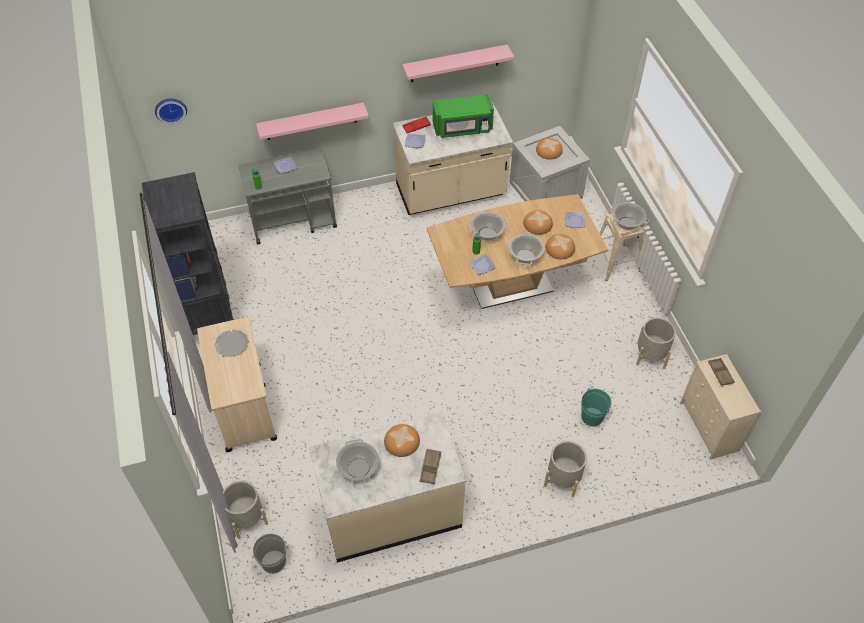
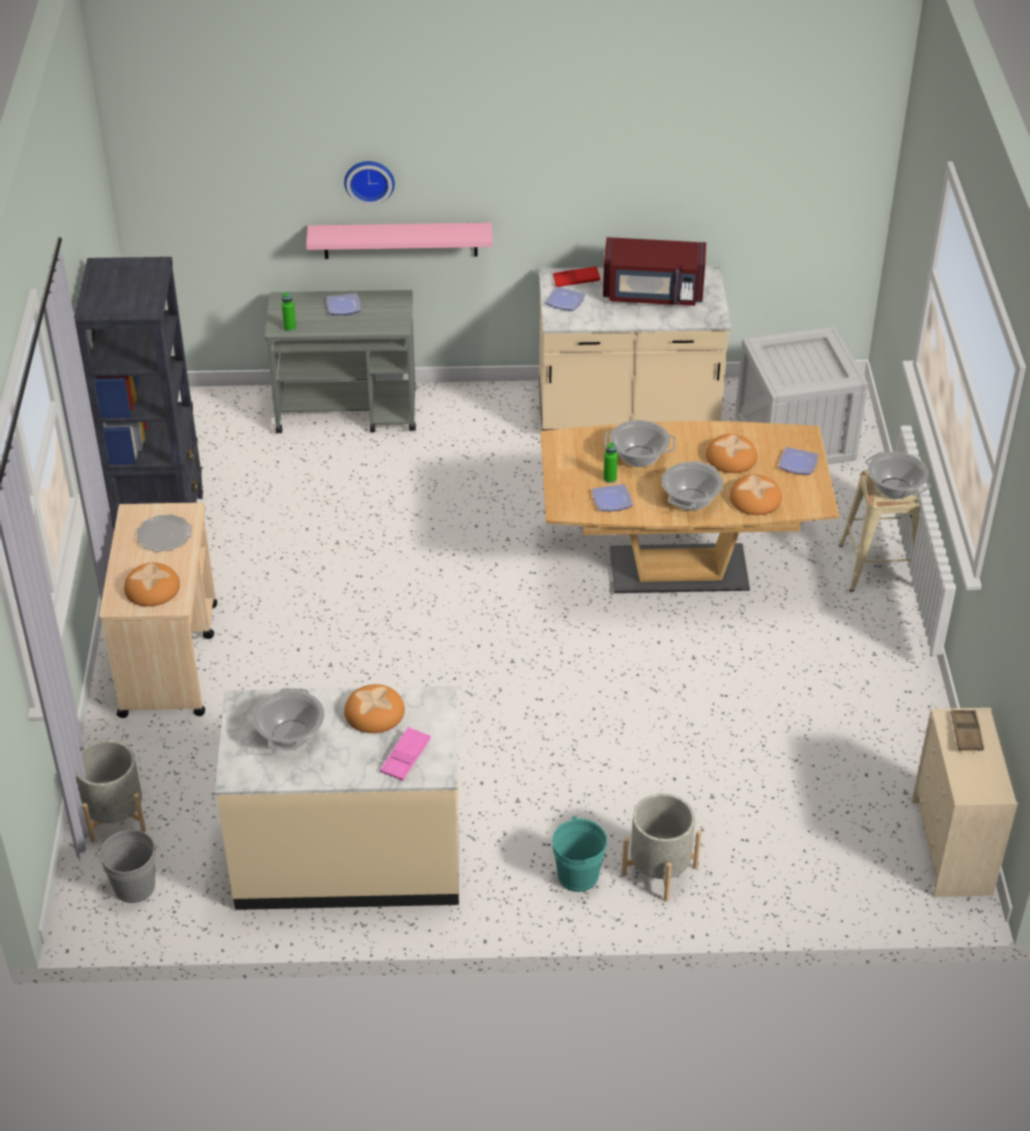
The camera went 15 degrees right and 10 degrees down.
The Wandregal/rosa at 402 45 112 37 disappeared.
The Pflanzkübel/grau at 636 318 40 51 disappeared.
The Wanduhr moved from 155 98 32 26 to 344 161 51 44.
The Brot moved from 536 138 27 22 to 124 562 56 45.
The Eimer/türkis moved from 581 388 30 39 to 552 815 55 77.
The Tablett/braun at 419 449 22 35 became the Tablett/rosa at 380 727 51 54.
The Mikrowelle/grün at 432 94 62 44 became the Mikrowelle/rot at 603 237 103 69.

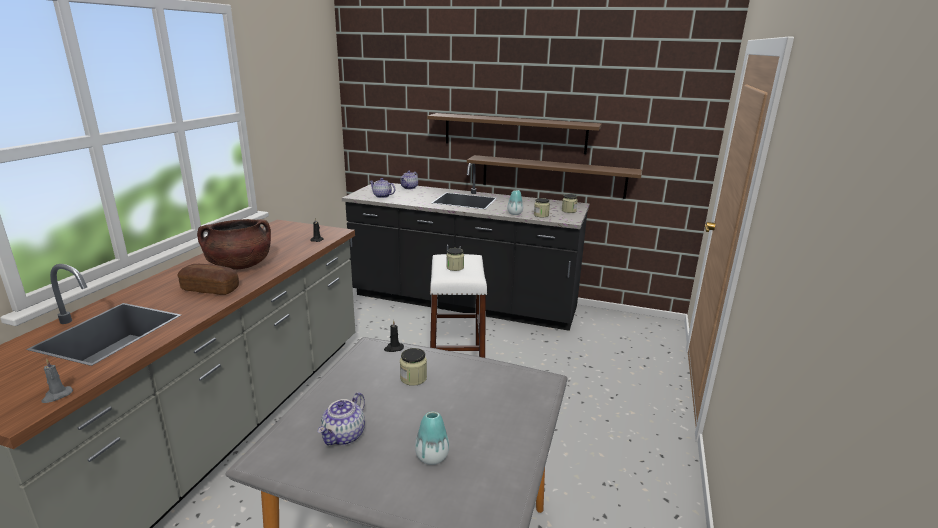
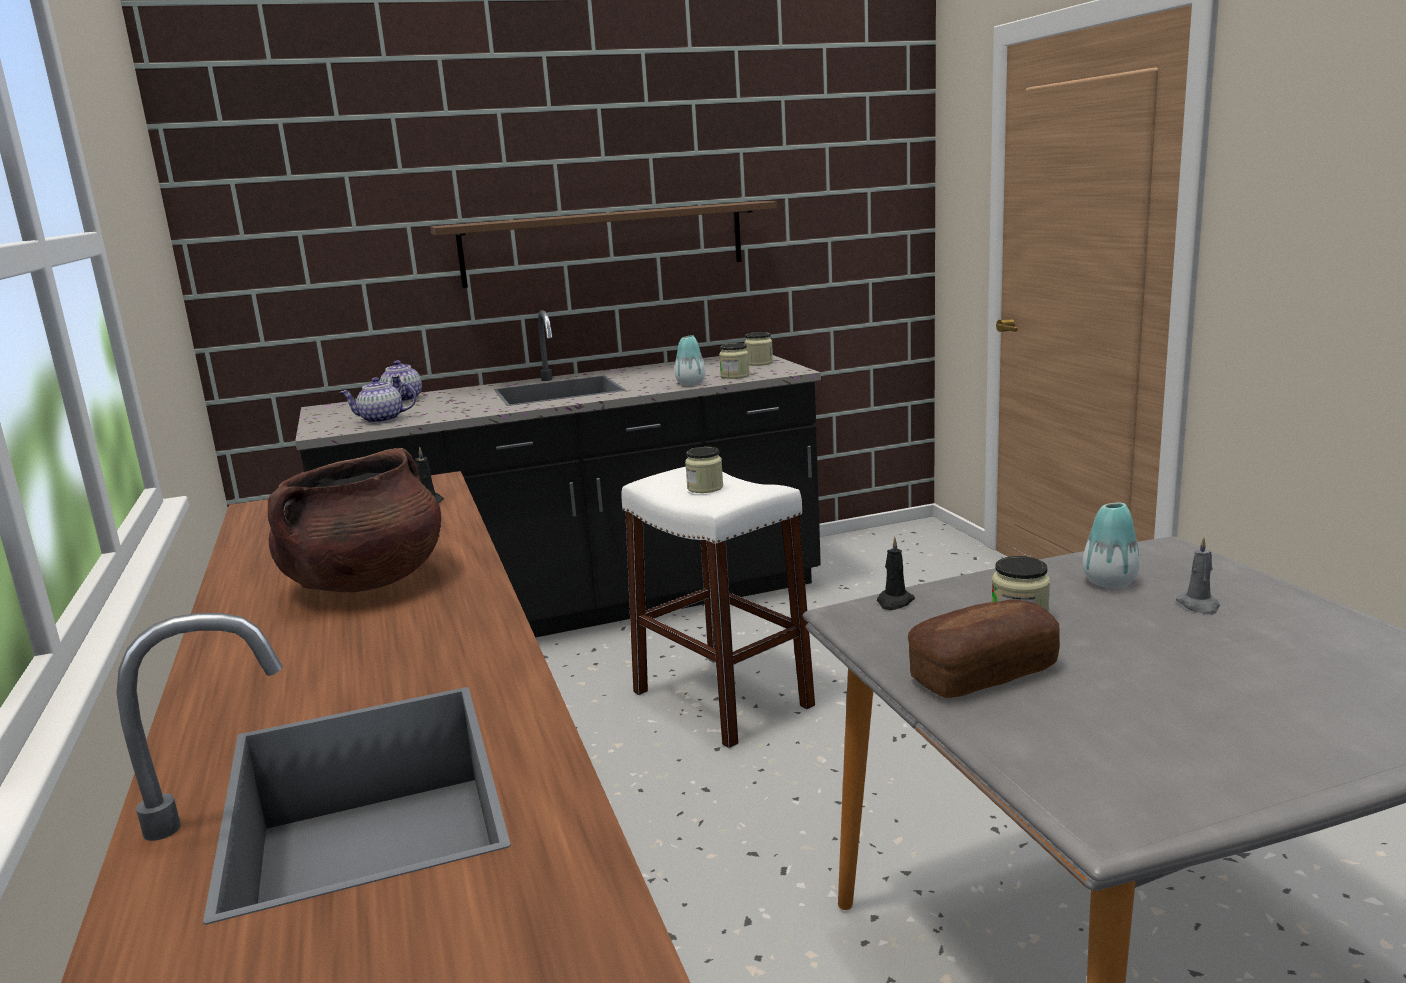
The camera went 35 degrees left and 5 degrees down.
The Teekanne at 318 392 47 53 disappeared.
The Wandregal/braun at 467 155 175 44 disappeared.
The Kerze/grau moved from 41 359 32 44 to 1176 537 44 77.
The Brot moved from 177 264 62 31 to 908 599 152 99.
The Vase moved from 415 412 34 53 to 1083 502 57 86.

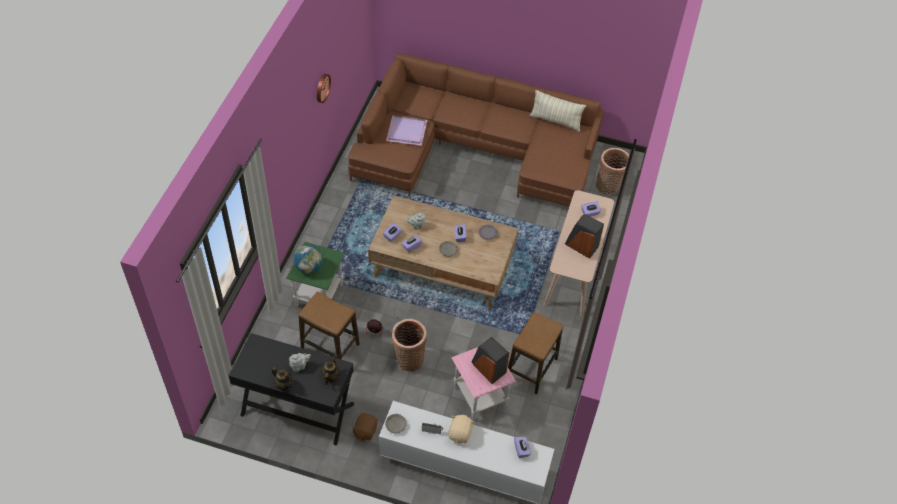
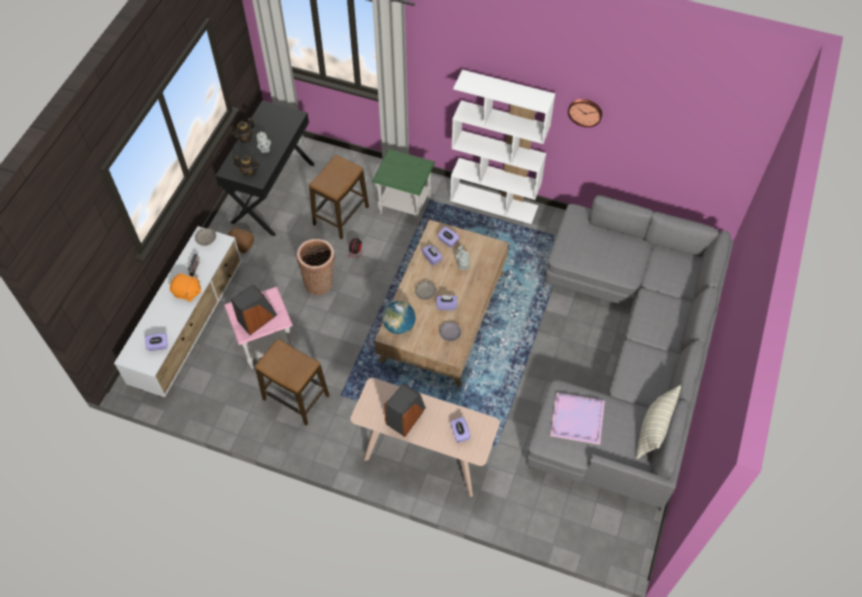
The camera went 95 degrees right and 5 degrees up.
The Korb at 596 148 33 47 disappeared.
The Bücherregal/weiß at 450 70 105 154 appeared.
The Globus moved from 293 245 29 29 to 382 301 34 33.
The Tablett/lila moved from 386 115 42 31 to 550 392 55 53.
The Sofa/braun at 348 53 256 153 became the Sofa/grau at 526 195 208 317.
The Plüschtier/beige at 448 415 27 28 became the Plüschtier/orange at 170 273 31 29.

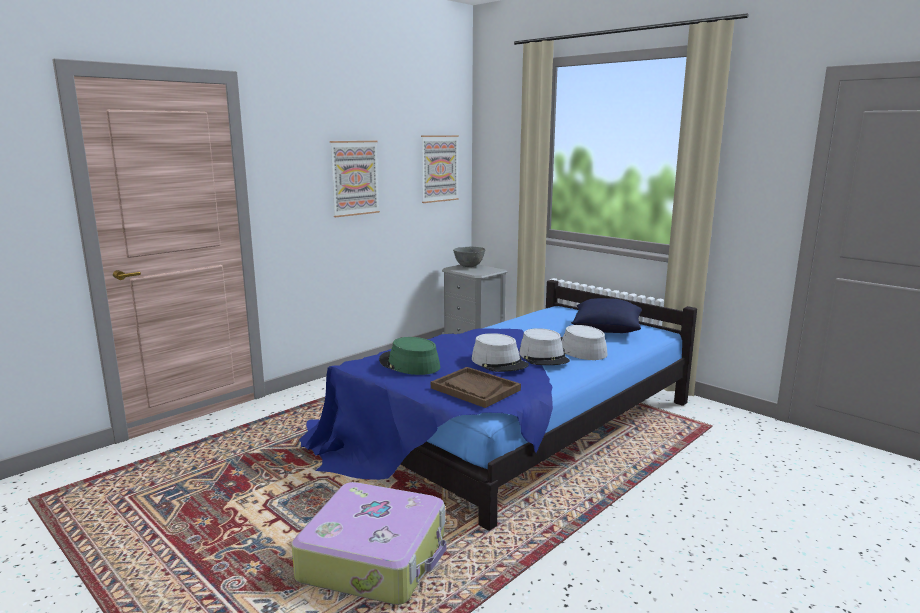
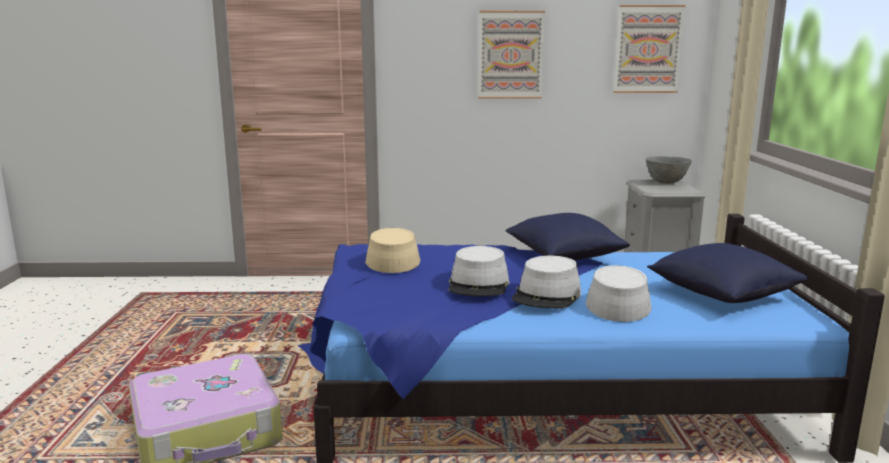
The camera went 45 degrees right and 0 degrees up.
The Tablett/braun at 431 367 90 41 disappeared.
The Kissen/blau at 505 213 125 47 appeared.
The Hut/grün at 379 337 61 38 became the Hut/beige at 365 228 55 45.

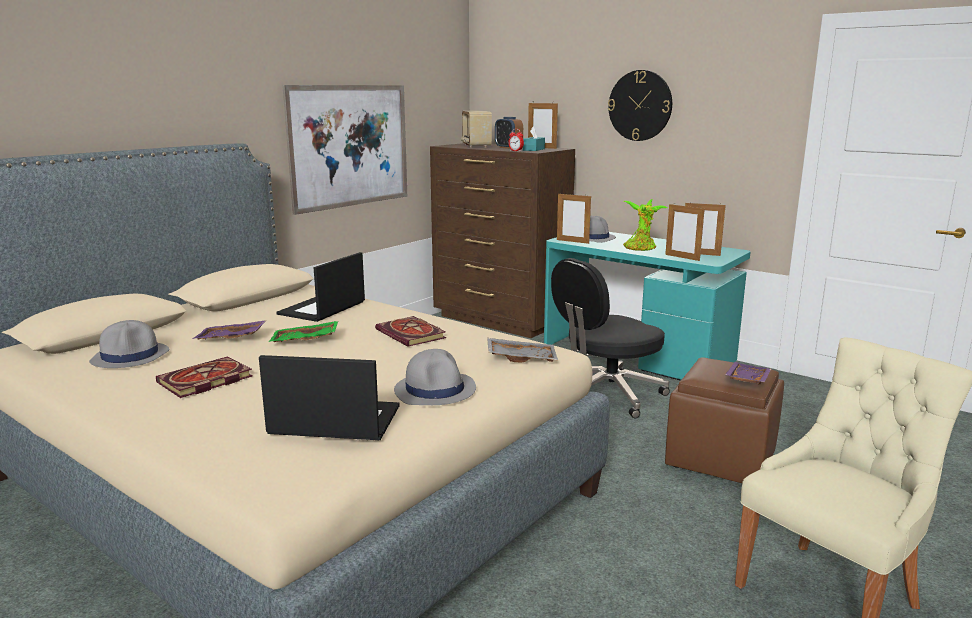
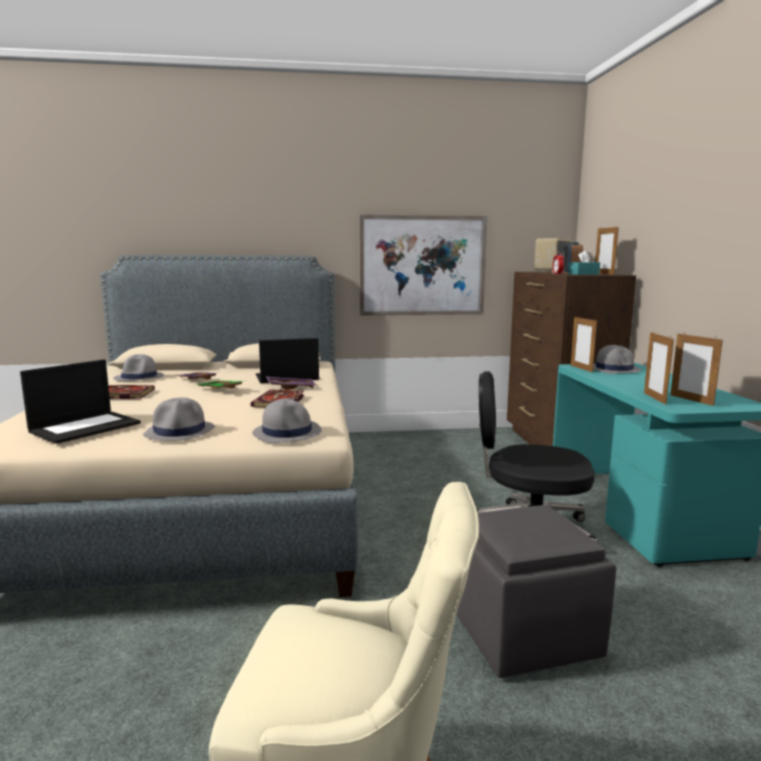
The camera went 45 degrees right and 5 degrees down.
The Wanduhr at 608 70 64 71 disappeared.
The Topfpflanze at 623 199 44 52 disappeared.
The Tablett/lila moved from 725 362 46 23 to 266 376 51 13.
The Tablett/grau at 487 338 71 24 was replaced by the Hut/grau at 252 398 70 45.
The Polsterhocker/braun at 665 357 119 126 became the Polsterhocker/grau at 456 505 160 173.
The Laptop at 259 355 140 85 turned 75 degrees clockwise.

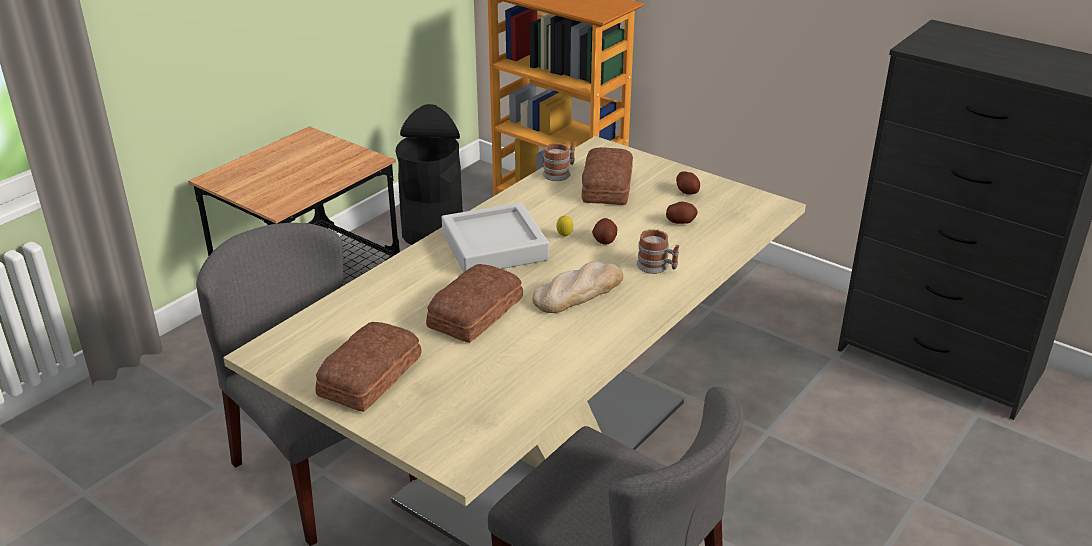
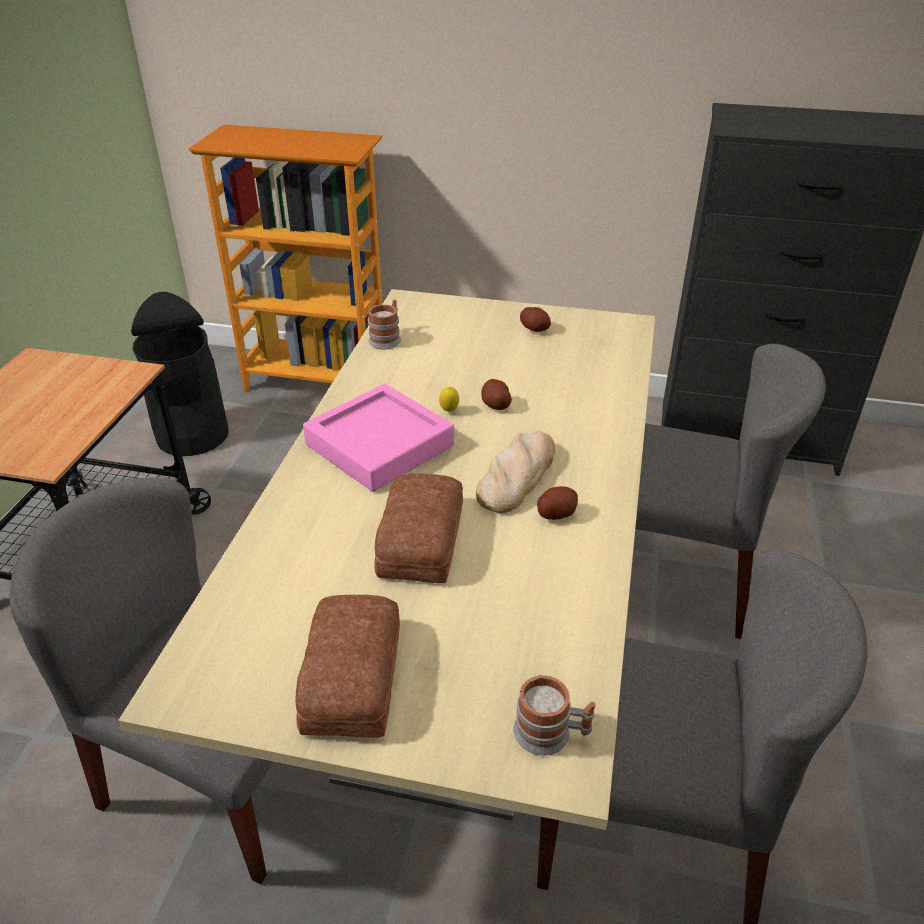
The camera went 25 degrees left and 5 degrees up.
The Brot at 581 147 52 58 disappeared.
The Stuhl/grau at 635 344 191 295 appeared.
The Henkelbecher moved from 636 229 43 45 to 513 675 83 81.
The Kartoffel moved from 666 202 32 22 to 537 486 41 34.
The Tablett/grau at 442 202 107 70 became the Tablett/rosa at 303 383 151 109.

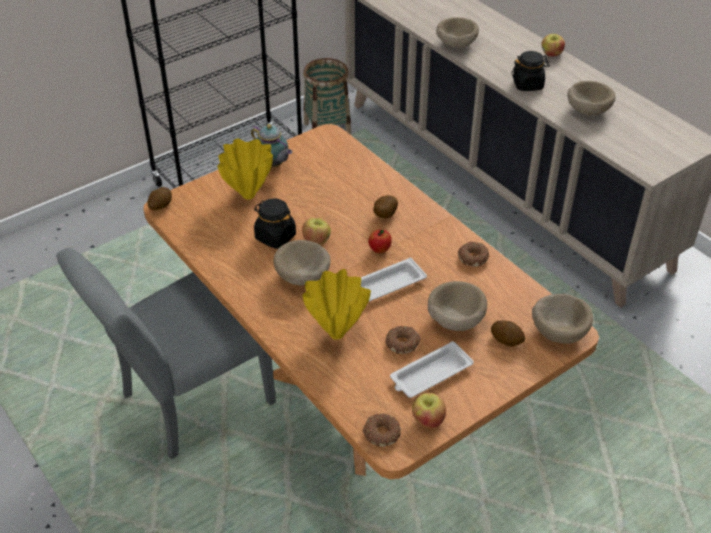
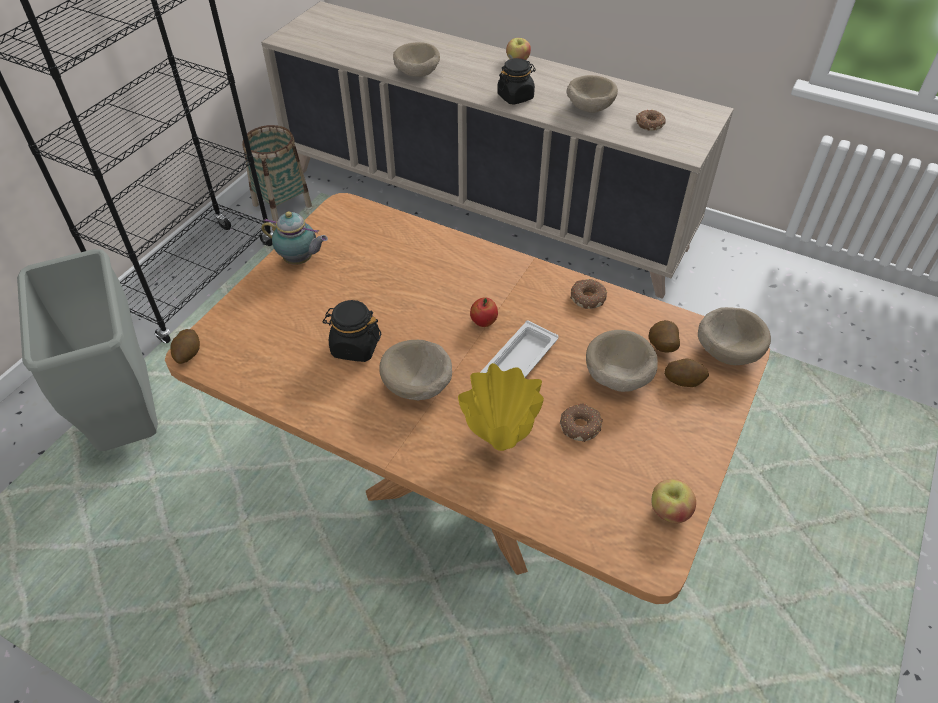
The camera went 25 degrees left and 5 degrees up.
The Stuhl/grau at 56 247 220 212 disappeared.
The Vase/gelb at 218 139 55 61 disappeared.
The Apfel at 302 217 29 28 disappeared.
The Tablett/weiß at 390 341 84 57 disappeared.
The Mülleimer/grau at 17 249 141 202 appeared.
The Donut moved from 362 413 39 34 to 636 110 30 21.
The Kartoffel moved from 373 195 25 23 to 648 320 32 32.

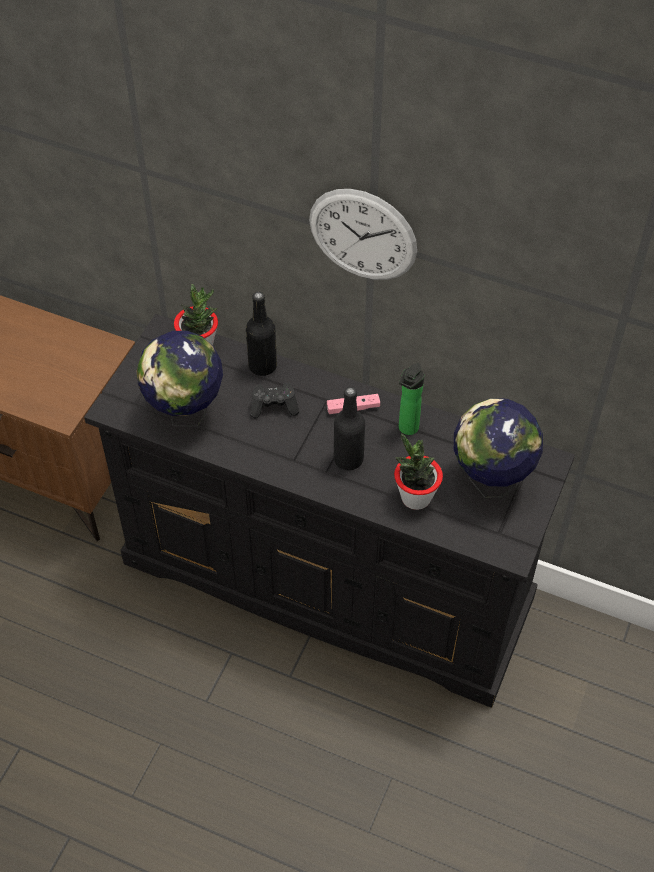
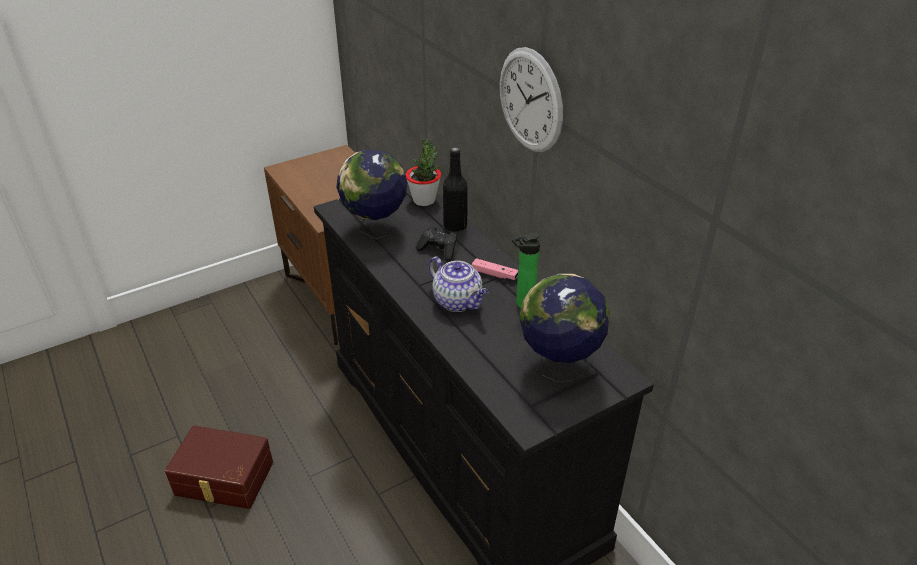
The camera went 35 degrees right and 15 degrees down.
The Topfpflanze at 394 433 49 77 disappeared.
The Aufbewahrungsbox/braun at 165 426 108 83 appeared.
The Flasche/schwarz at 334 387 31 83 was replaced by the Teekanne at 428 256 60 56.

